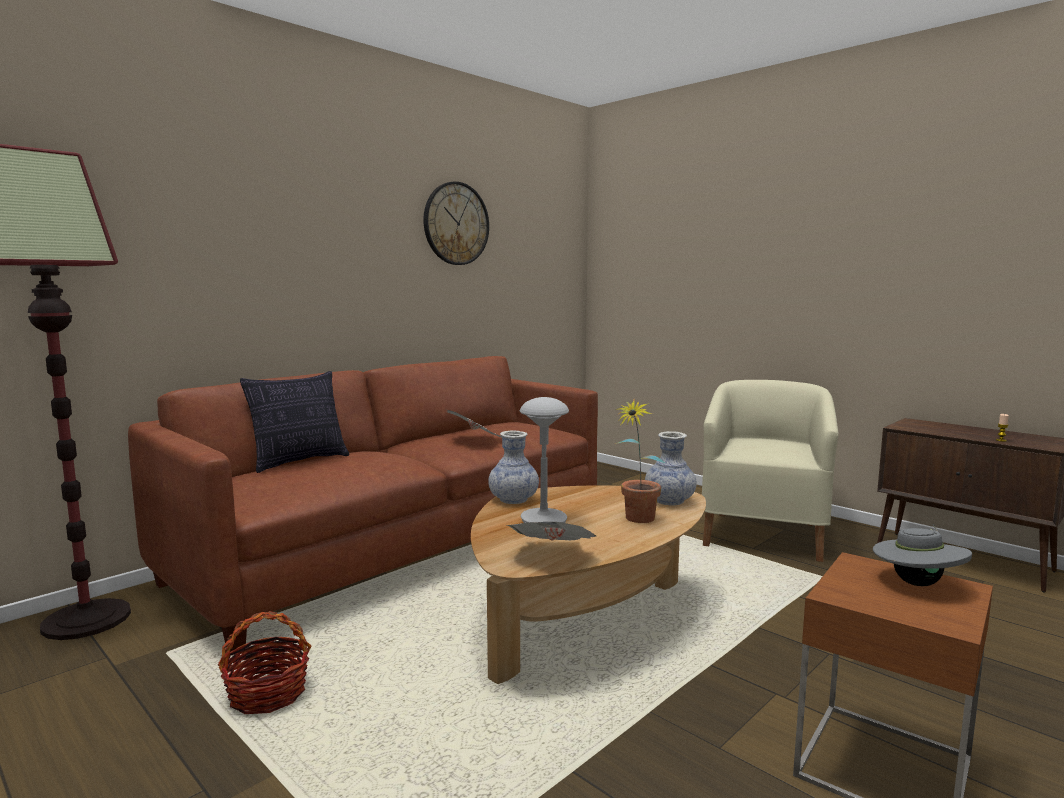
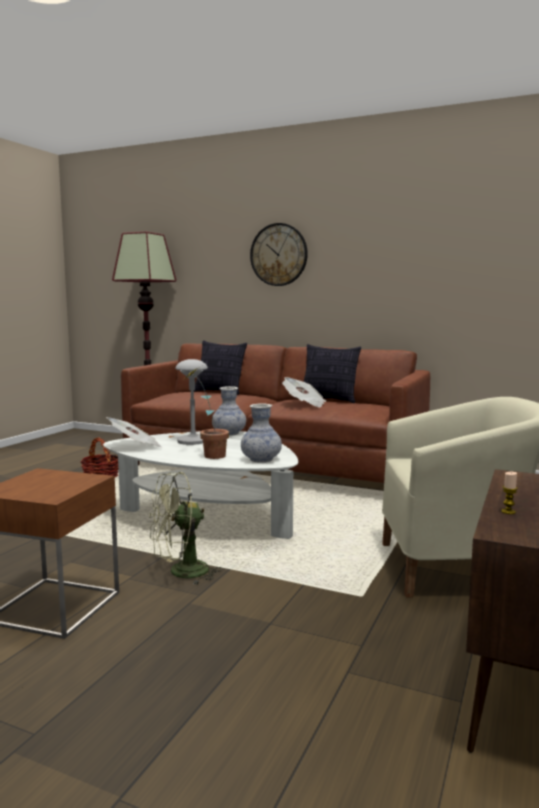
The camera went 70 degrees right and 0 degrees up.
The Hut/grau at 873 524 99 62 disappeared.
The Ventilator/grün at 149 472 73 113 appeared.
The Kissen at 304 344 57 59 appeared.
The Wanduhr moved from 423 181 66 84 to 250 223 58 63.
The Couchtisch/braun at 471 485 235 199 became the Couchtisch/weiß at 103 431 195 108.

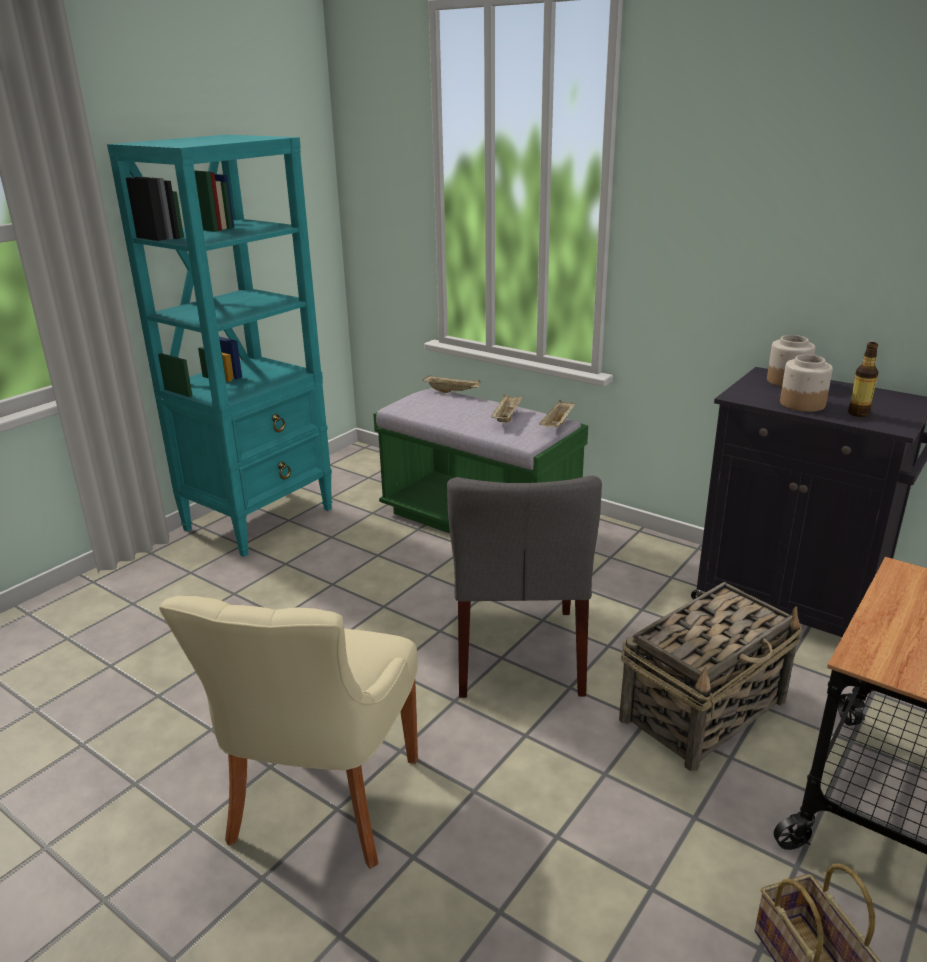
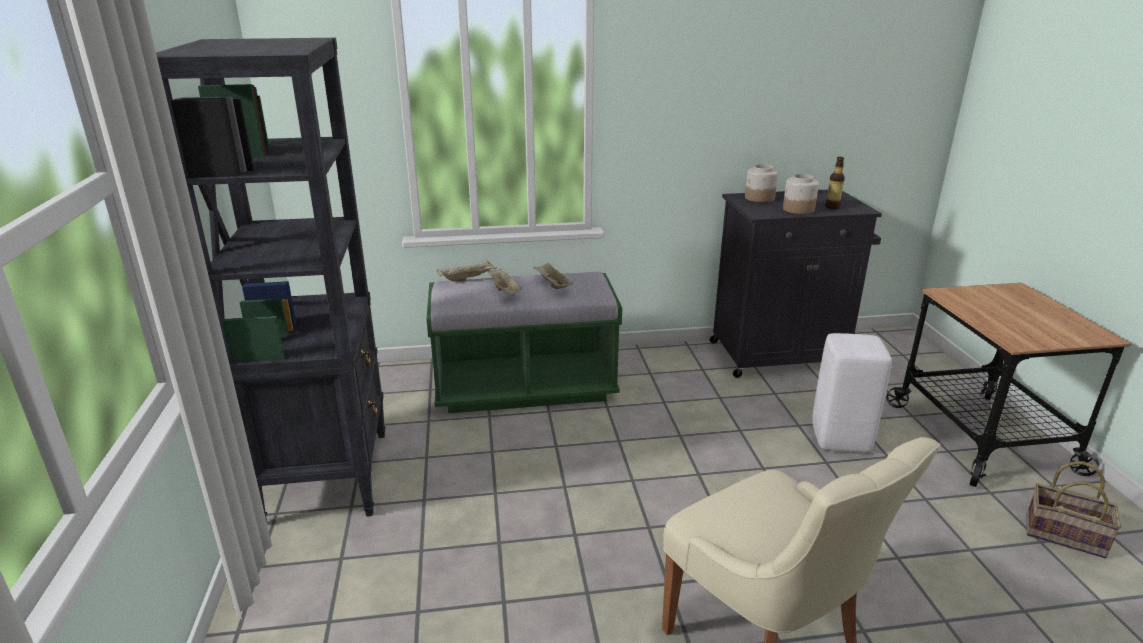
The camera went 45 degrees left and 0 degrees up.
The Stuhl/grau at 447 475 155 223 disappeared.
The Tablett/beige moved from 539 400 36 27 to 488 269 34 25.
The Korb at 619 582 183 189 was replaced by the Hocker/weiß at 812 333 80 119.
The Bücherregal/türkis at 107 135 226 422 became the Bücherregal/schwarz at 156 38 229 483.

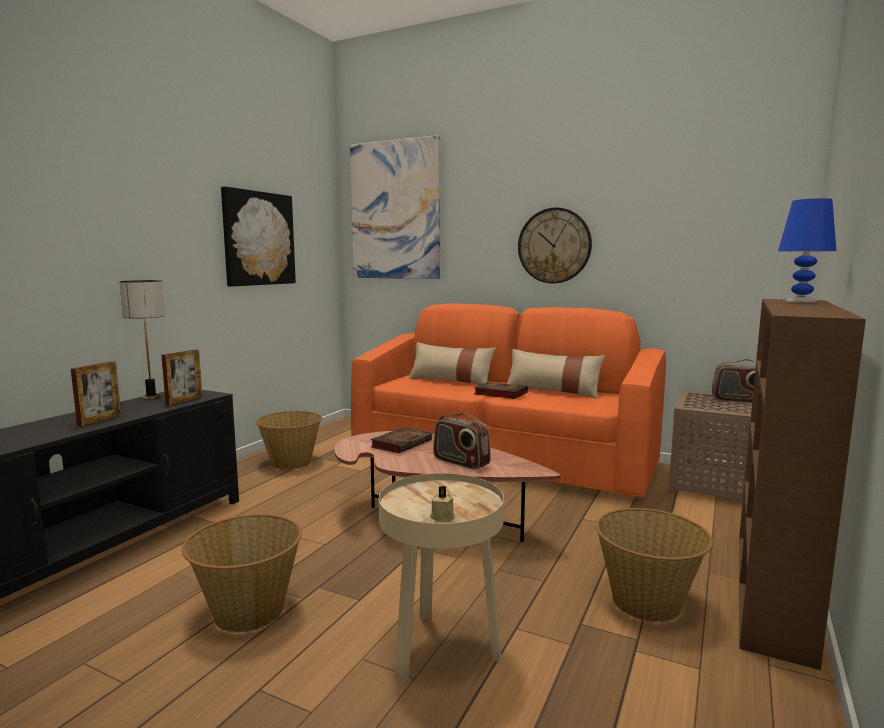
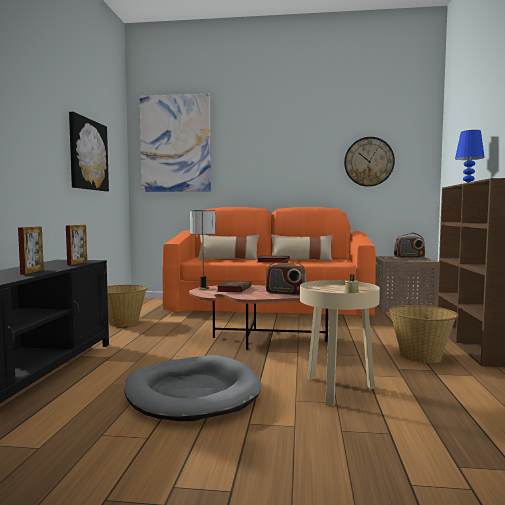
The camera went 20 degrees left and 5 degrees down.
The Tischlampe moved from 120 280 45 119 to 190 210 26 80.
The Wanduhr moved from 518 207 74 77 to 344 137 51 50.
The Korb at 182 514 120 119 was replaced by the Hundebett/grau at 124 355 137 66.

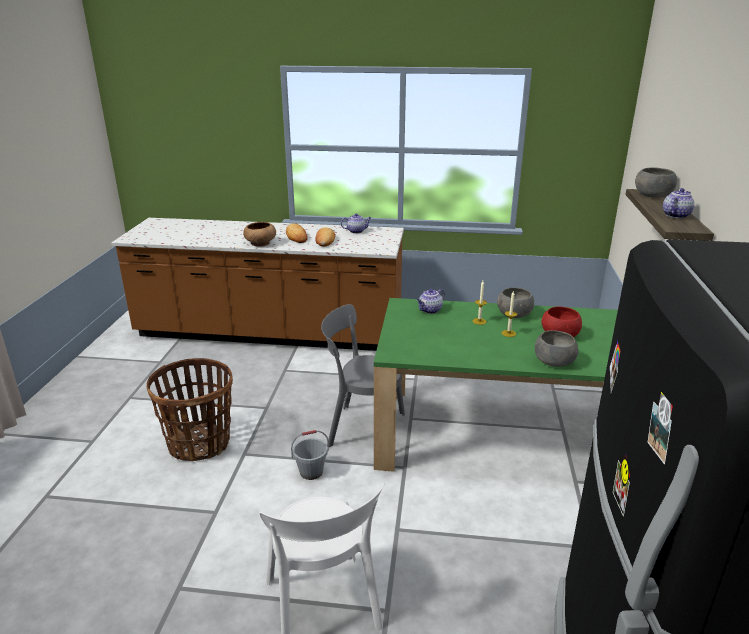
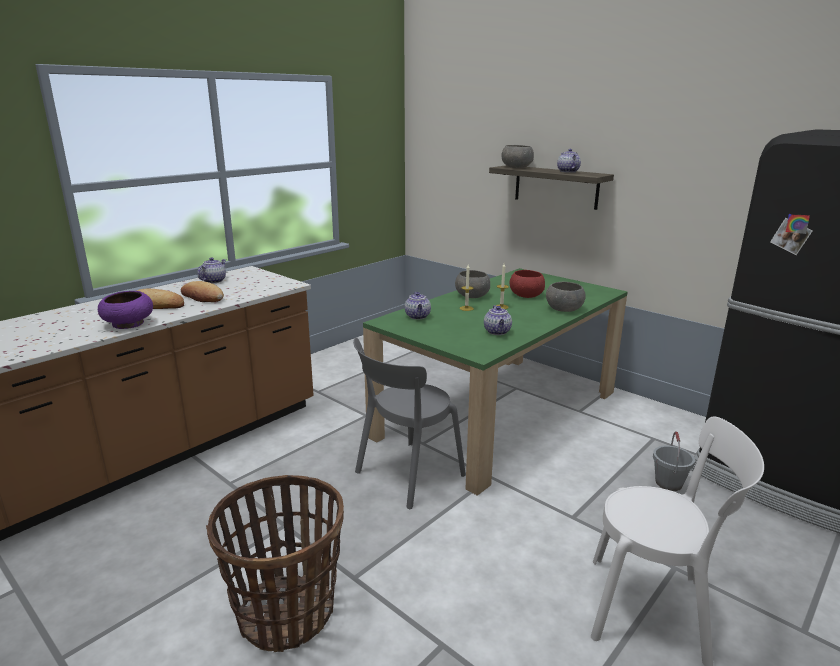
The camera went 55 degrees left and 5 degrees down.
The Teekanne at 484 305 28 30 appeared.
The Eimer/grau moved from 291 430 38 50 to 653 431 42 60.
The Schüssel/braun at 243 222 33 25 became the Schüssel/lila at 98 291 55 38.

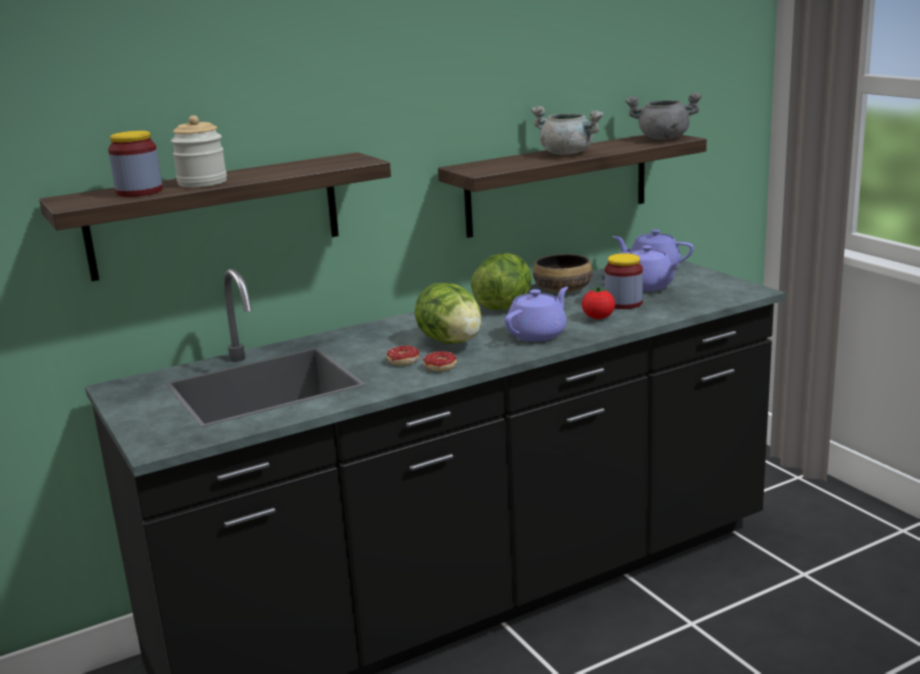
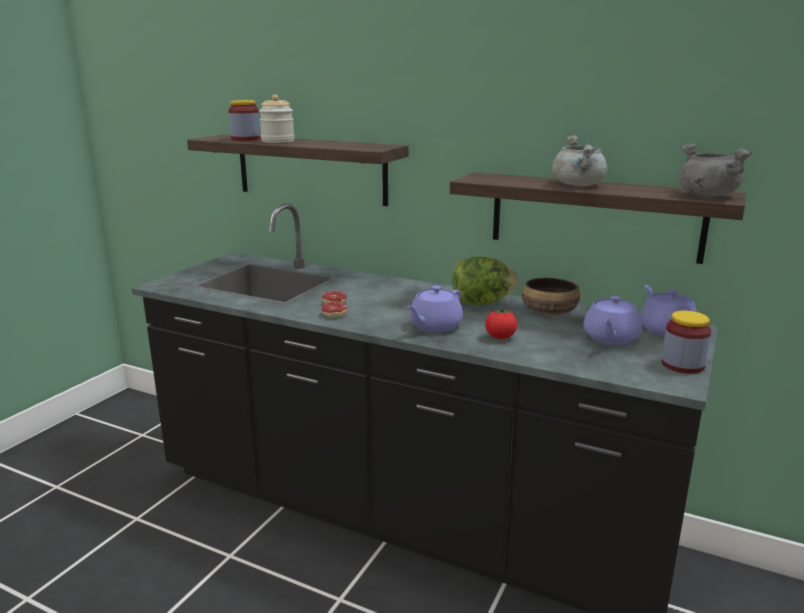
The camera went 55 degrees right and 0 degrees up.
The Salatkopf at 415 283 67 61 disappeared.
The Vorratsglas moved from 605 253 38 56 to 661 311 50 63.
The Teekanne/lila at 505 287 63 55 turned 120 degrees clockwise.

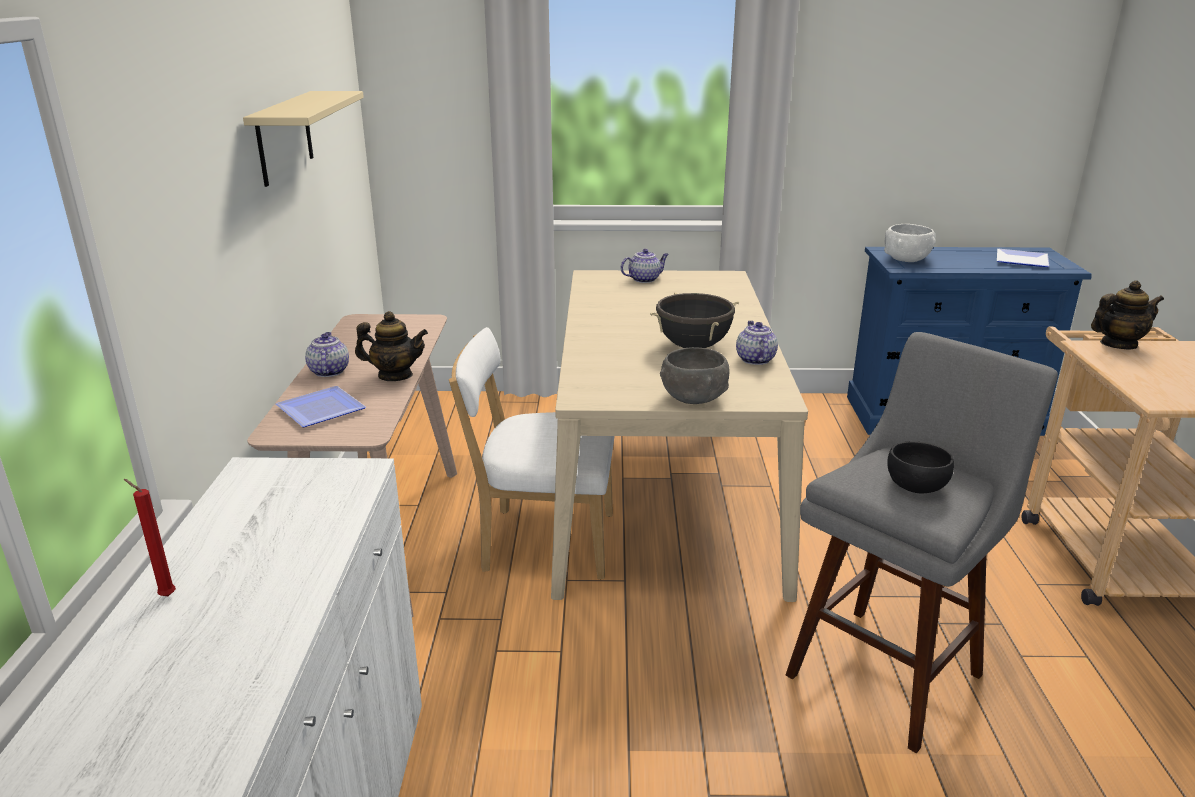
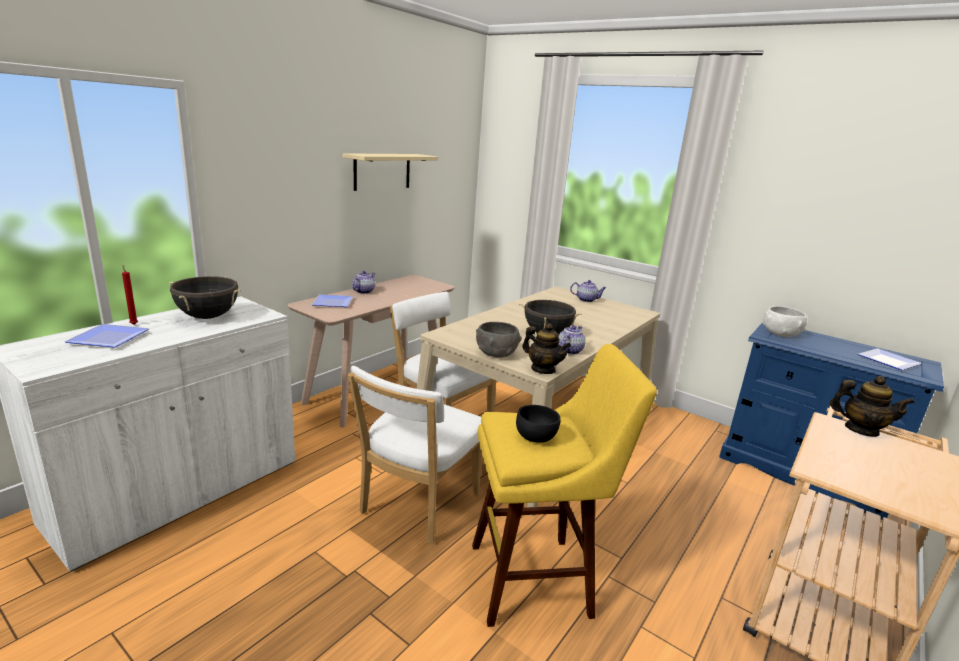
The camera went 35 degrees right and 5 degrees down.
The Teller at 65 324 84 24 appeared.
The Kochtopf/schwarz at 169 276 72 43 appeared.
The Stuhl/weiß at 347 366 135 178 appeared.
The Teekanne moved from 355 311 73 70 to 523 323 48 51.
The Hocker/grau at 786 332 272 421 became the Hocker/gelb at 472 344 185 283.

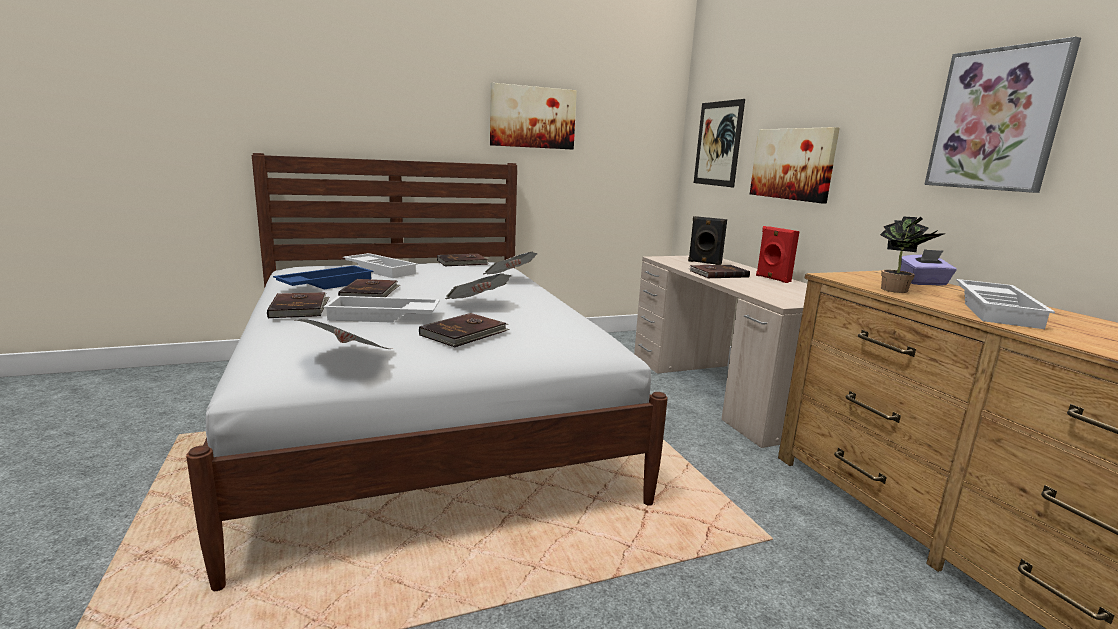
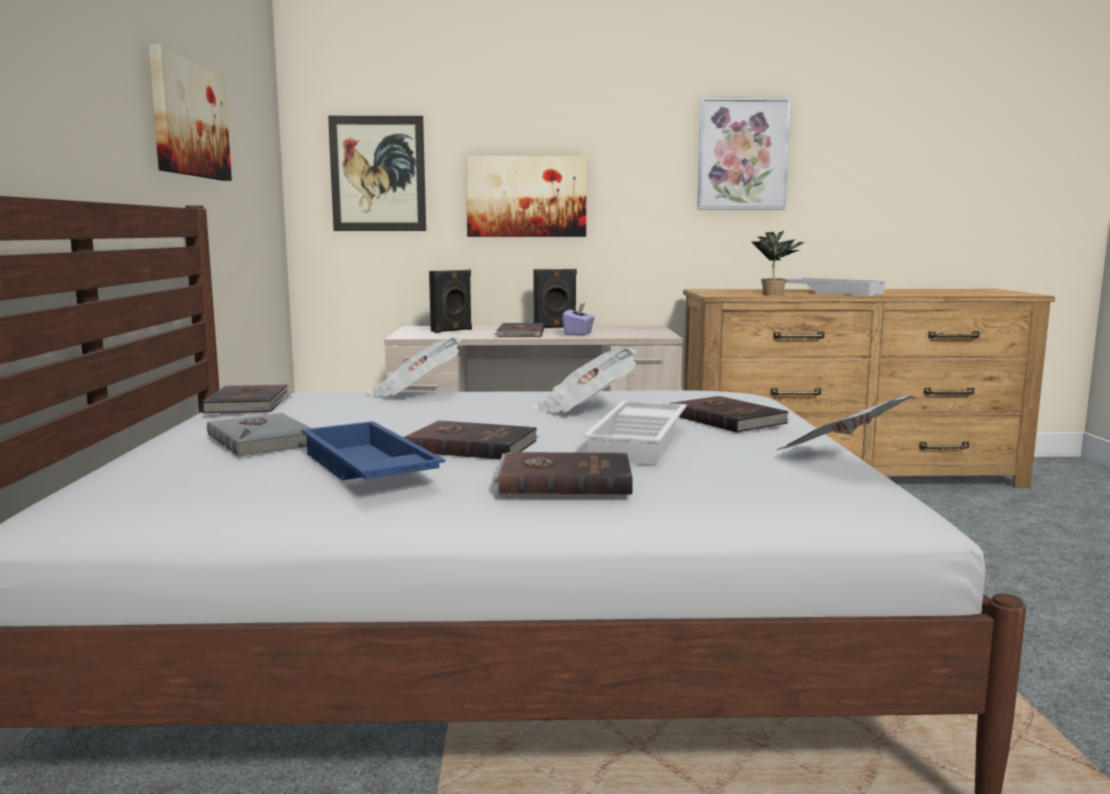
The camera went 70 degrees left and 5 degrees down.
The Taschentuchbox/lila moved from 900 249 57 37 to 562 303 33 33.
The Tablett/weiß at 343 253 75 25 was replaced by the Buch/grau at 207 413 104 44.
The Lautsprecher/rot at 756 226 44 57 became the Lautsprecher/schwarz at 533 269 44 59.

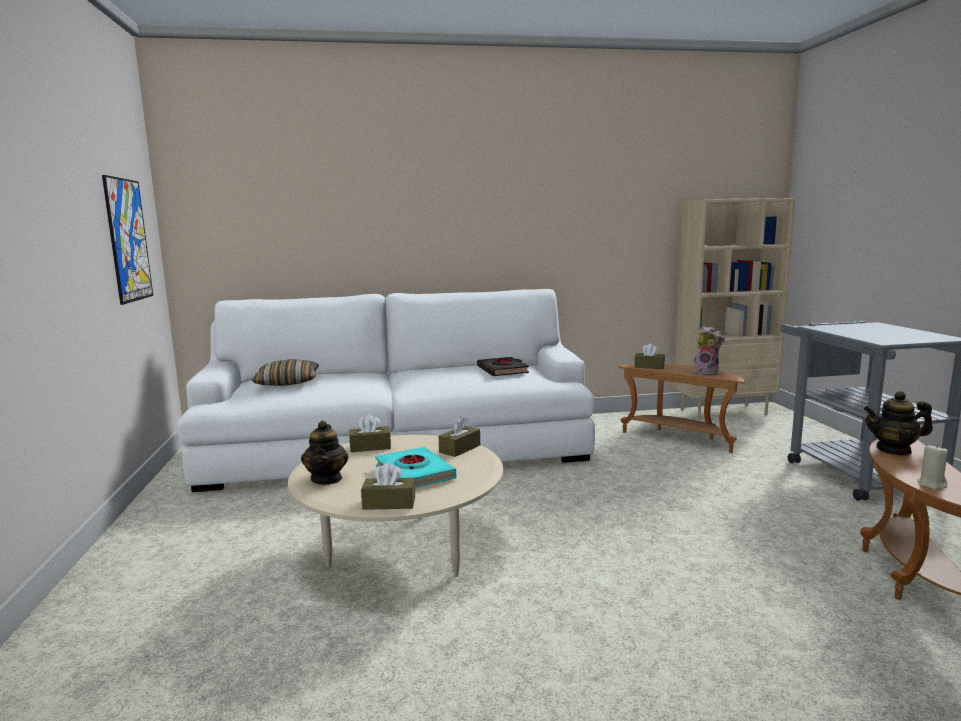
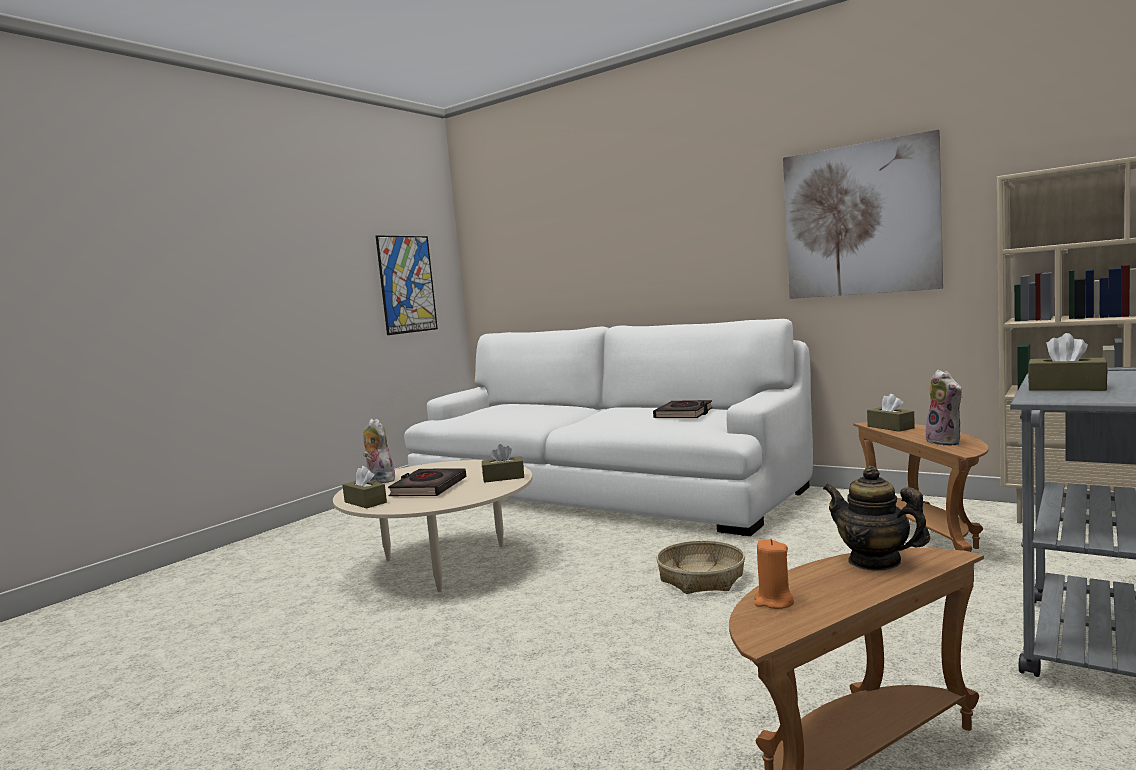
The camera went 45 degrees right and 5 degrees down.
The Kissen at 252 359 67 27 disappeared.
The Korb at 657 541 88 53 appeared.
The Bild at 783 129 160 170 appeared.
The Taschentuchbox/braun moved from 349 414 42 38 to 1028 333 80 58.
The Teekanne at 301 421 47 64 was replaced by the Plüschtier at 363 419 32 64.
The Buch/türkis at 375 447 81 41 became the Buch/schwarz at 388 468 78 28.
The Kerze/beige at 917 444 31 46 became the Kerze/orange at 754 539 40 70.

